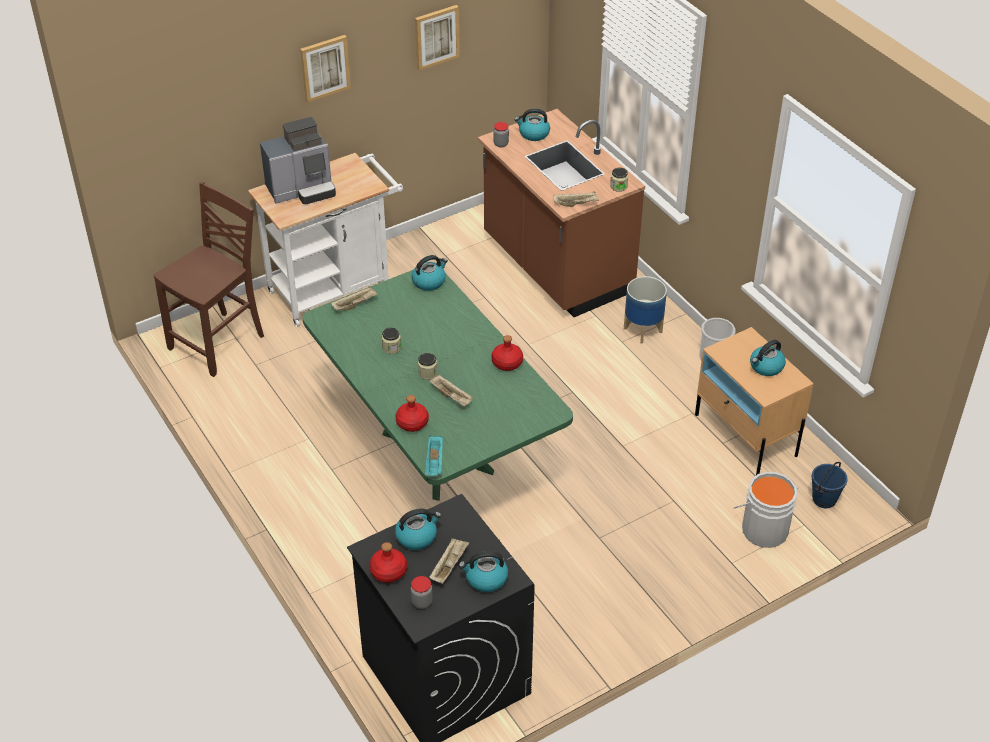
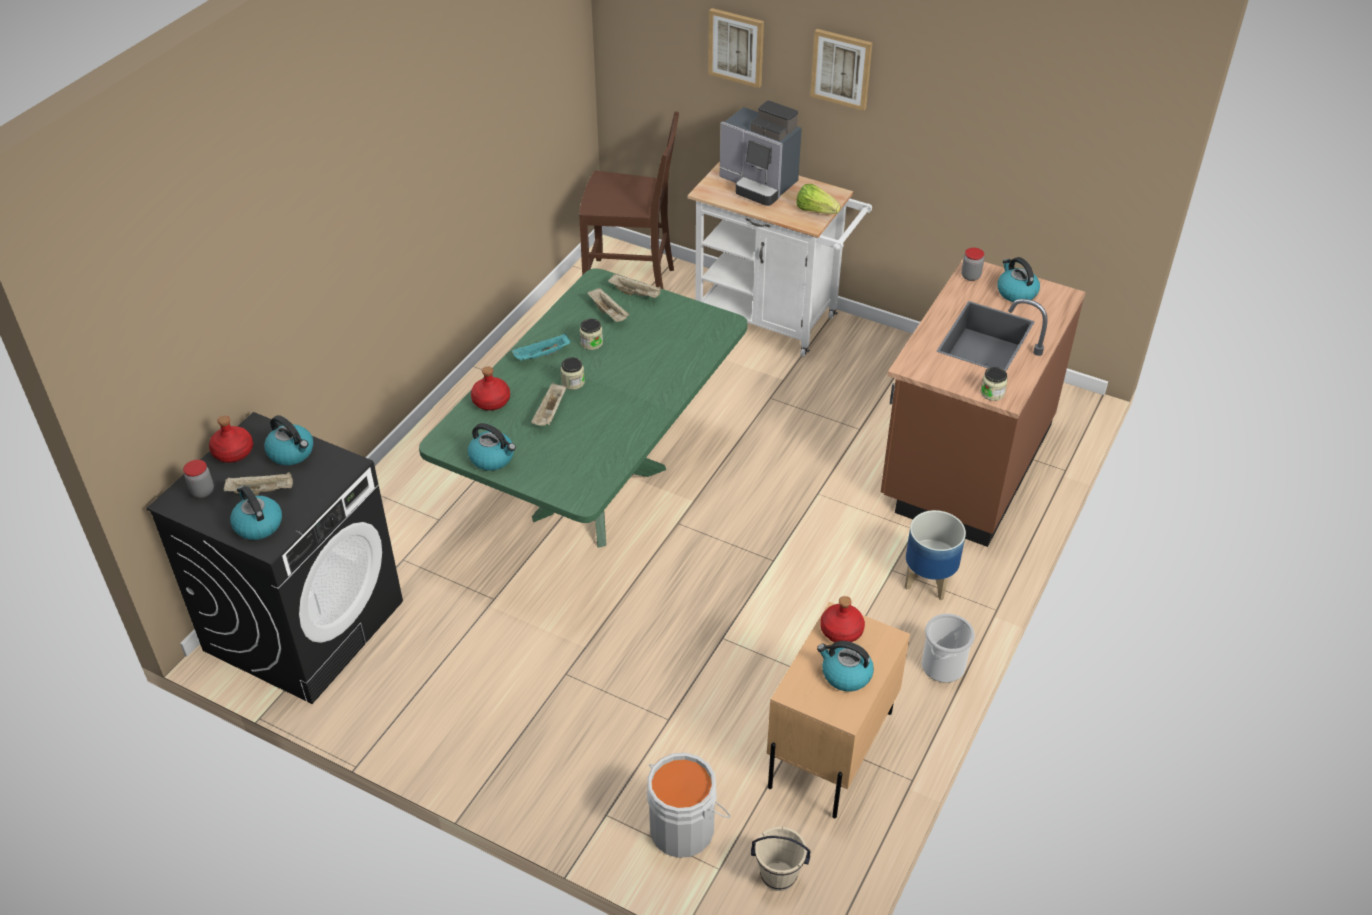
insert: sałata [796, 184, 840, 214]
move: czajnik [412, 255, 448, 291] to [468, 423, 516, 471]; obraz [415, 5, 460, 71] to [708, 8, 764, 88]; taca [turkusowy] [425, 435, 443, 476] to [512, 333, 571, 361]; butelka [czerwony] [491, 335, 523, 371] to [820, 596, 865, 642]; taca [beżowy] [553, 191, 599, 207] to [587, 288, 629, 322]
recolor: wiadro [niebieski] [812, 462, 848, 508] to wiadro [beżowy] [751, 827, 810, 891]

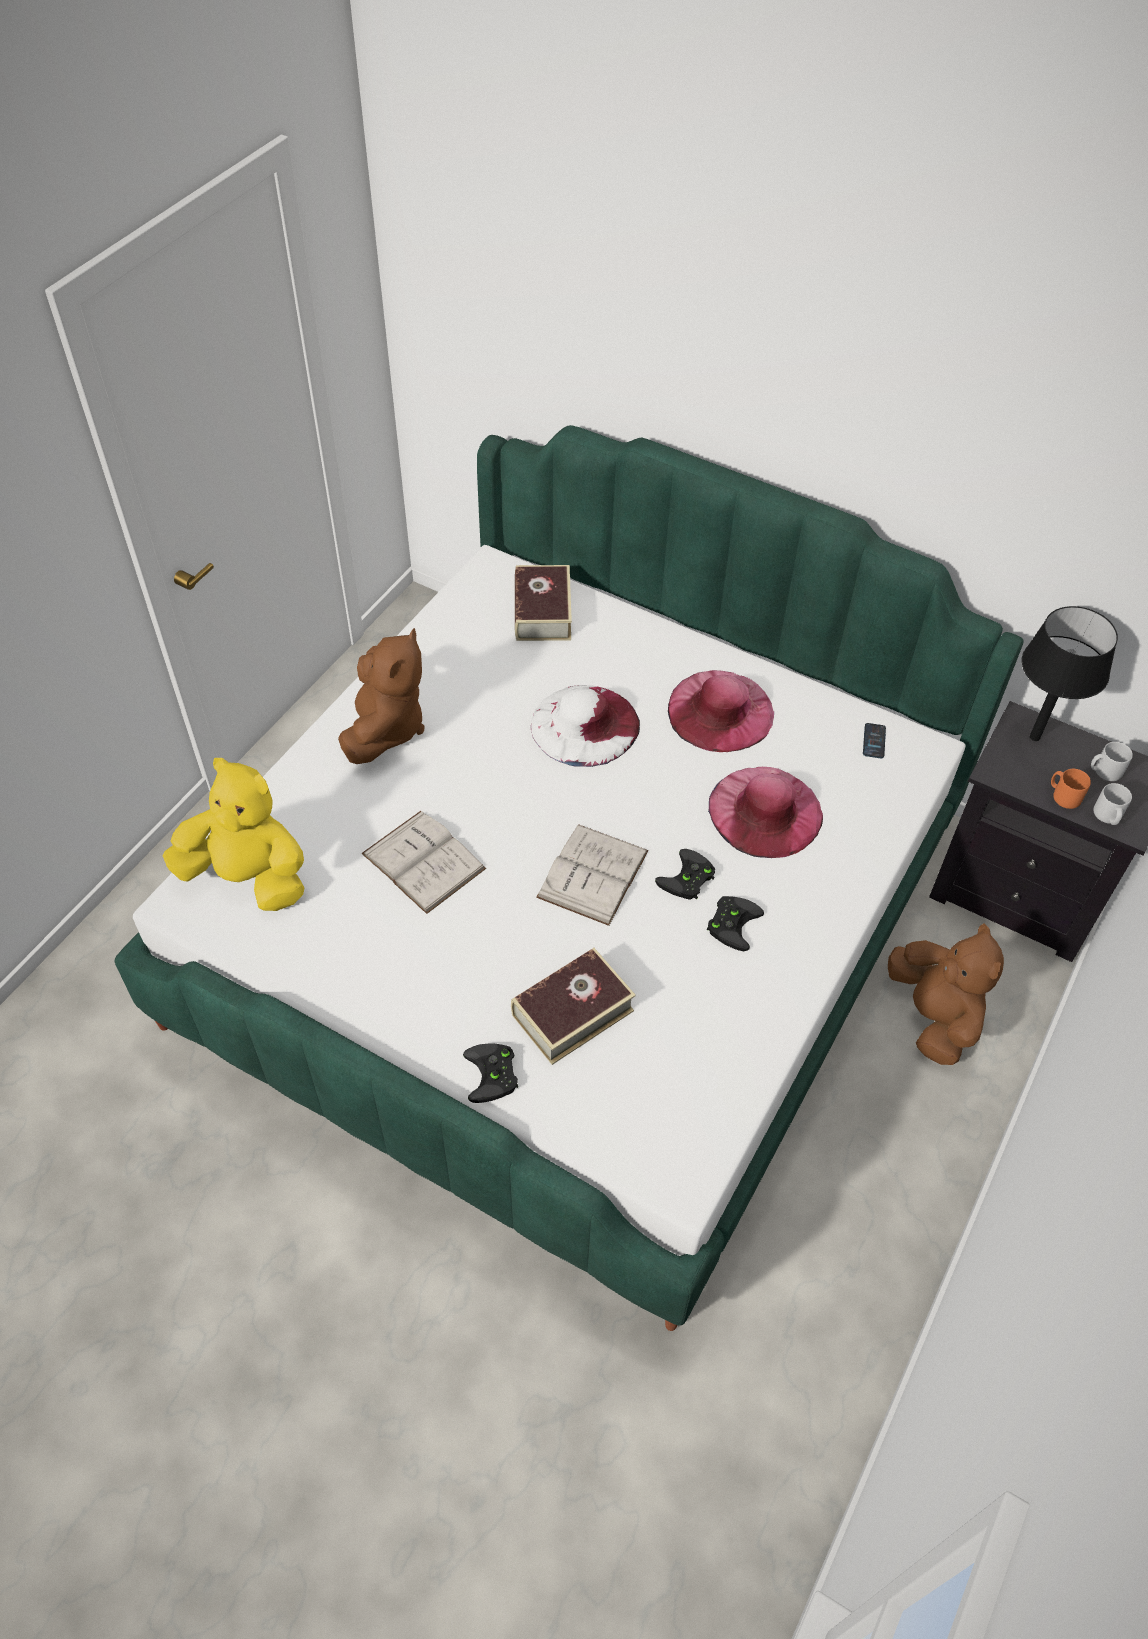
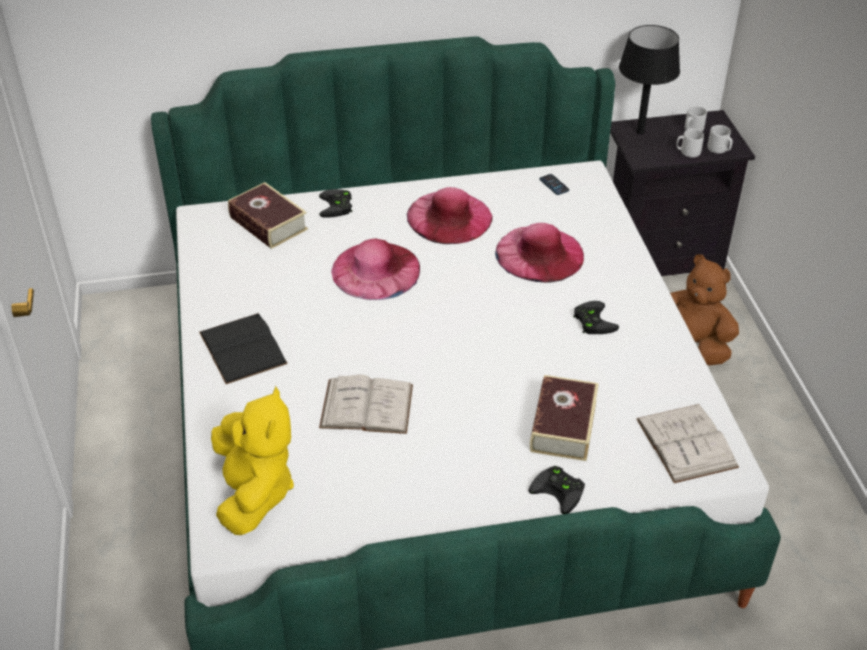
move: książka [biały] [536, 824, 649, 926] to [636, 404, 739, 483]; pad do gier [czarny] [655, 849, 715, 900] to [319, 189, 352, 218]
replace: pluszak [brązowy] [338, 628, 425, 764] to książka [czarny] [199, 313, 288, 384]
recolor: kapelusz [biały] [531, 685, 640, 767] to kapelusz [różowy] [331, 238, 420, 300]; kubek [pomarańczowy] [1051, 769, 1091, 809] to kubek [szary] [676, 129, 704, 158]
rotate: pluszak [żółty] [162, 758, 304, 911] = [211, 386, 294, 535] 105 degrees clockwise

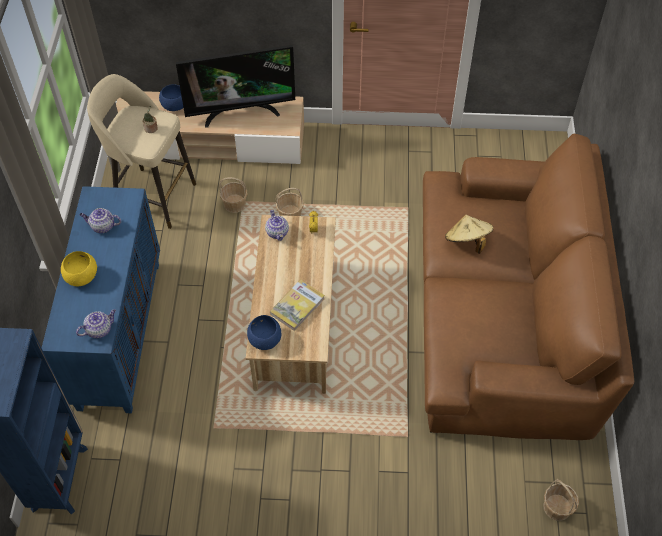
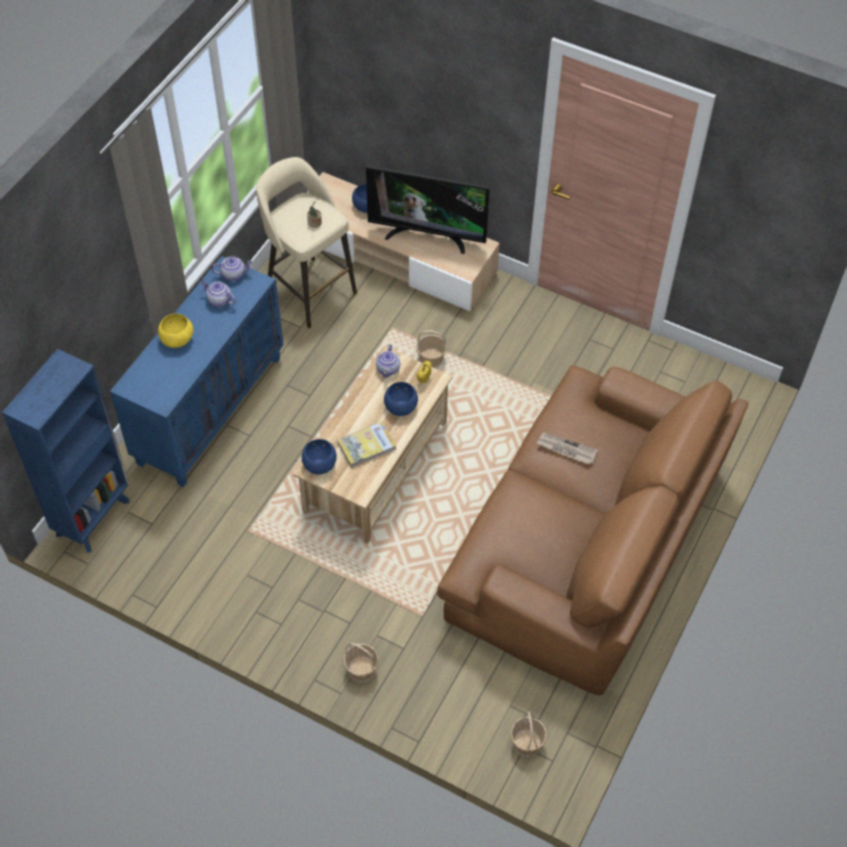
insert: miska [niebieski] [384, 382, 418, 416]
move: imbryk [76, 309, 116, 338] to [212, 256, 252, 281]; koszyk [219, 177, 247, 213] to [344, 642, 379, 683]
replace: kapelusz [beżowy] [445, 214, 494, 254] to gazeta [536, 433, 598, 465]

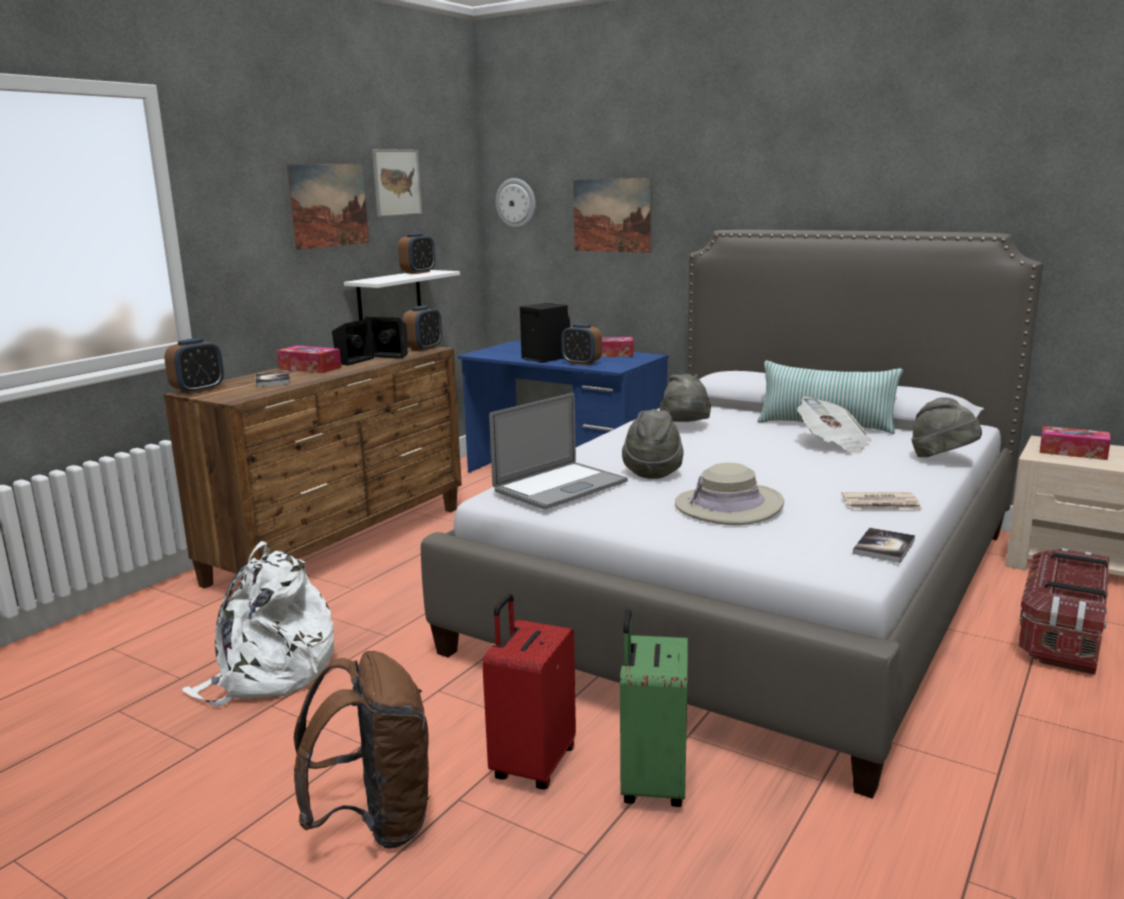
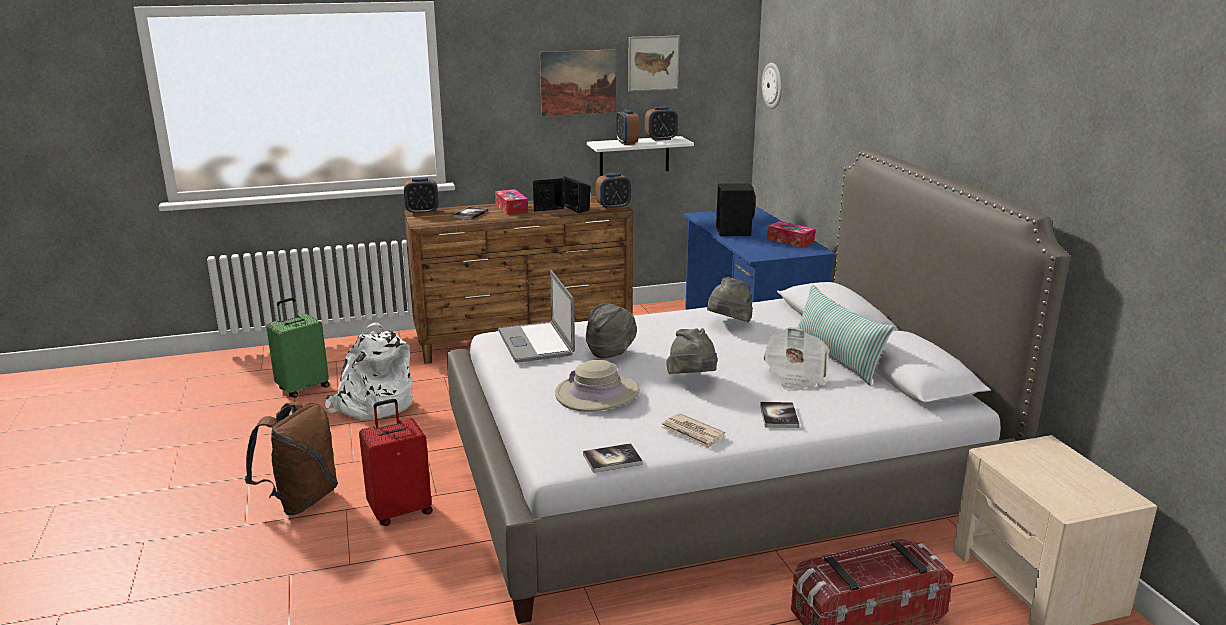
delete: obraz [573, 178, 652, 253]; pudełko chusteczek [1040, 426, 1111, 460]
insert: książka [760, 402, 799, 428]
move: budzik [561, 324, 602, 366] to [616, 109, 639, 145]; walizka [zielony] [620, 609, 688, 807] to [266, 298, 329, 398]; kapelusz [szary] [911, 397, 982, 457] to [666, 328, 718, 374]
rotate: laptop [489, 393, 628, 510] = [498, 270, 575, 363] 75 degrees clockwise

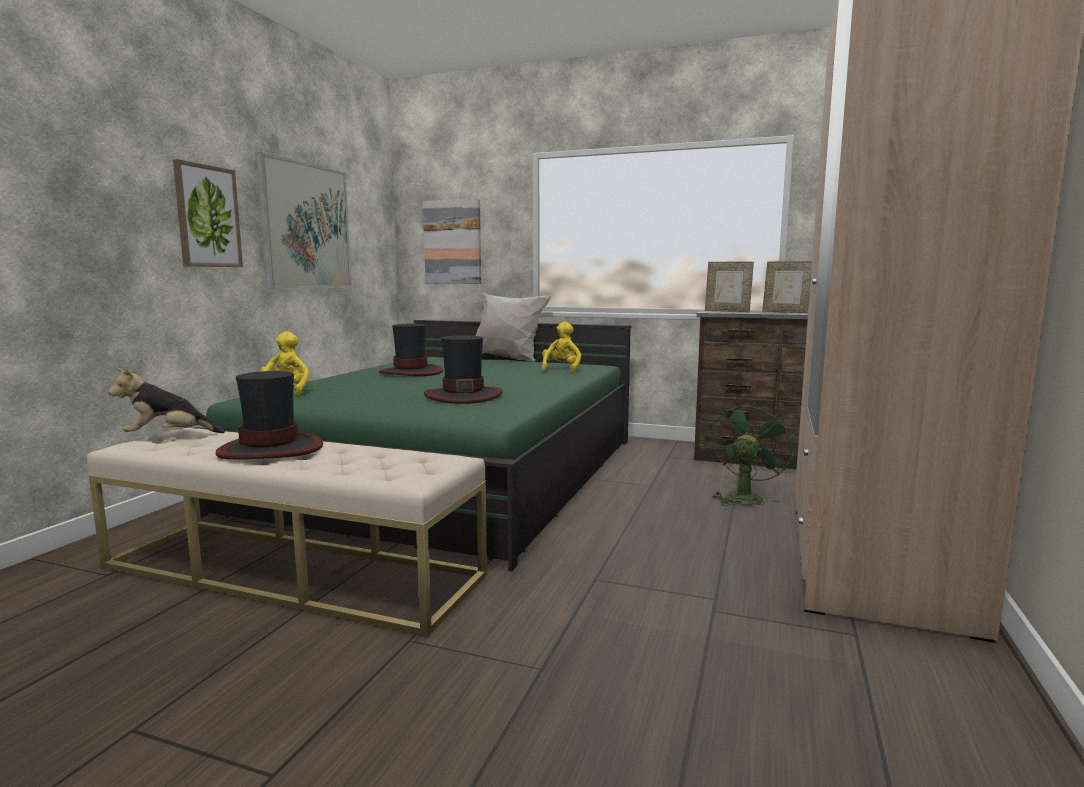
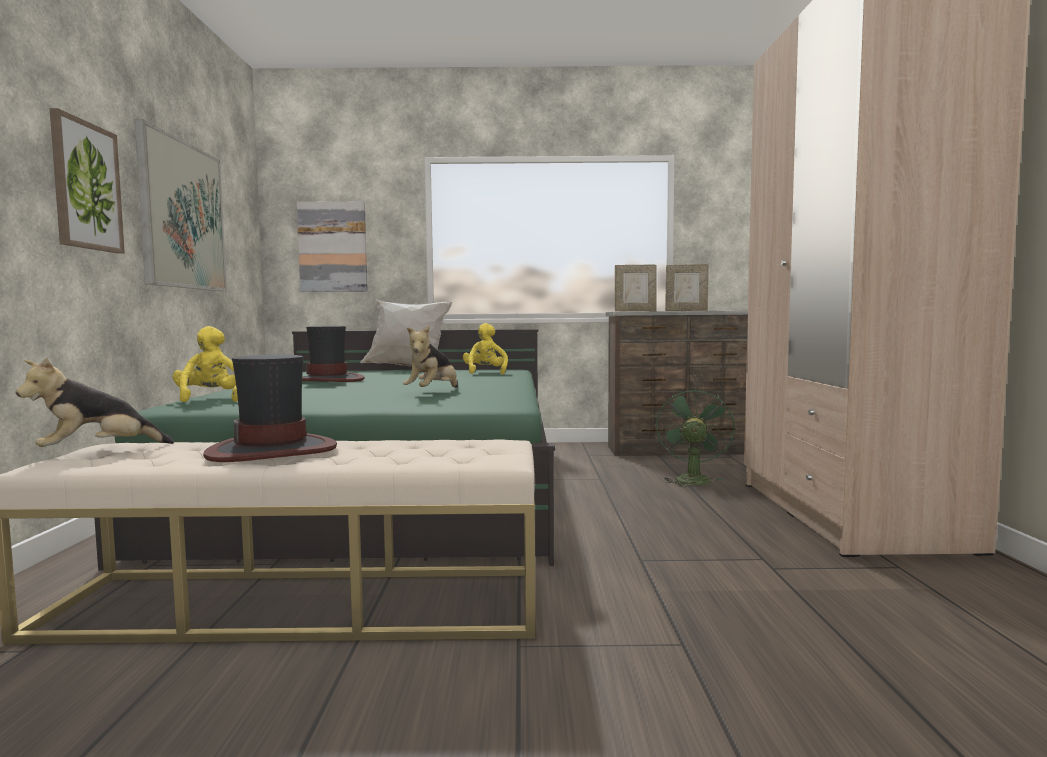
replace: kapelusz [424, 336, 502, 404] to pluszak [403, 325, 458, 388]

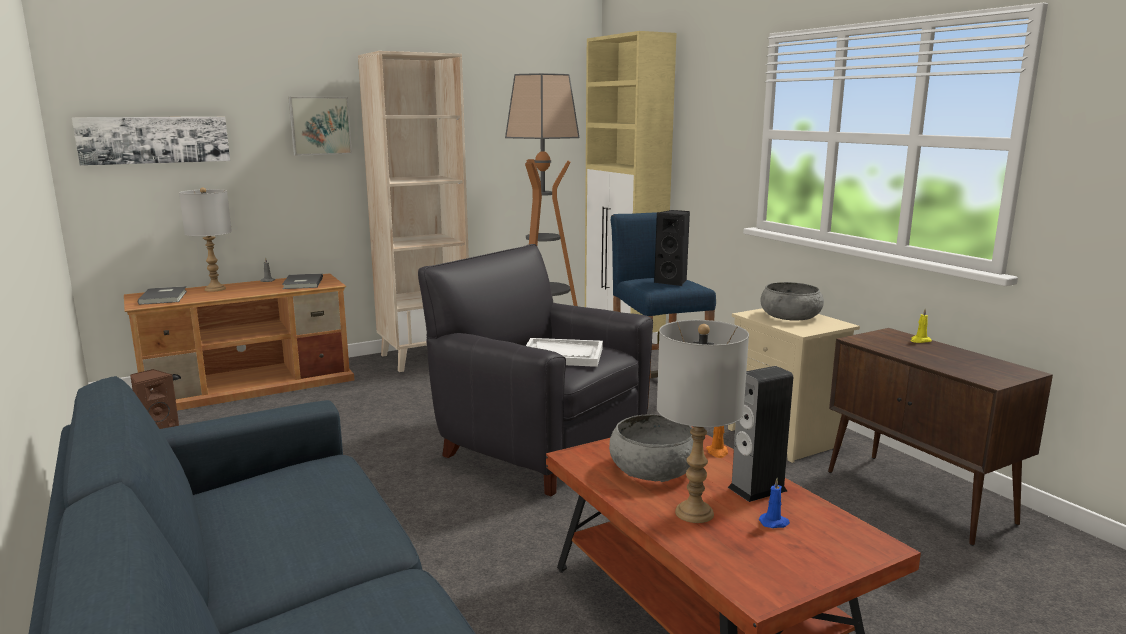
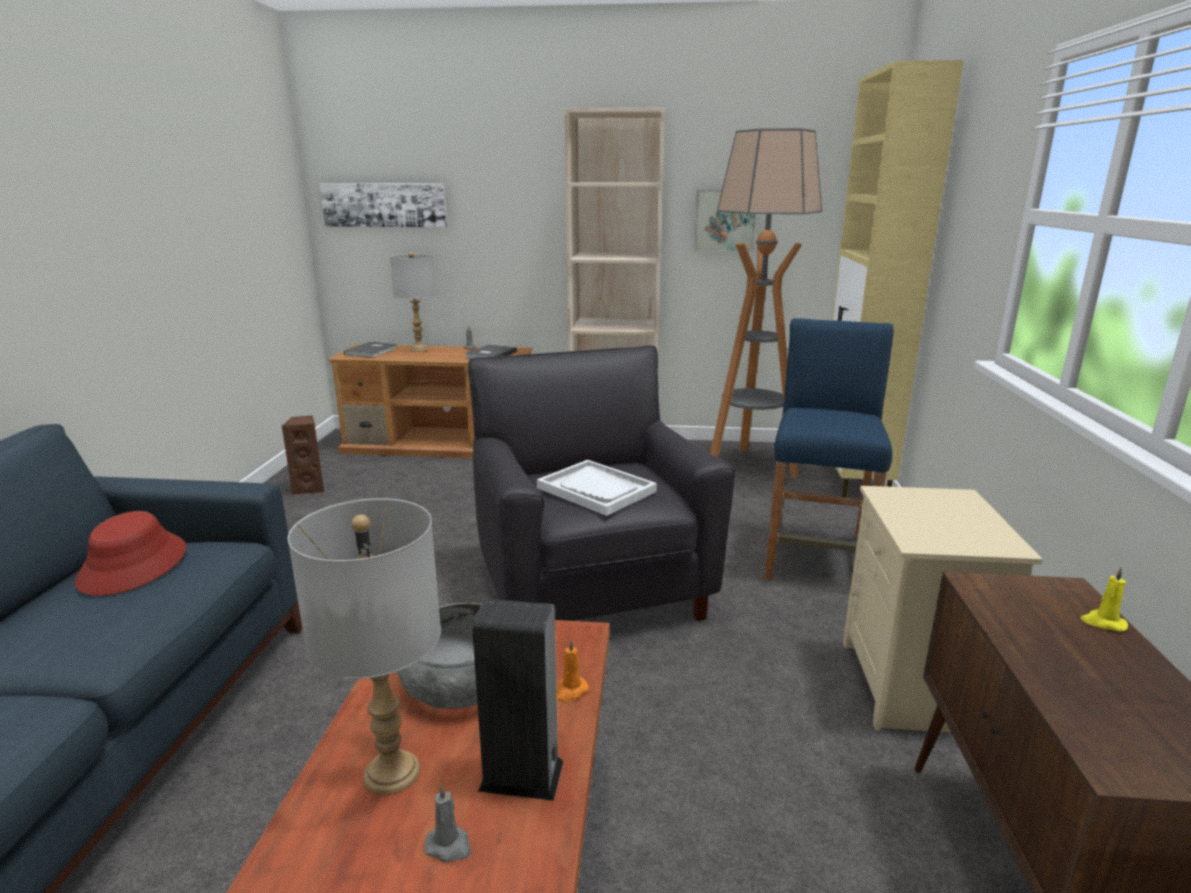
delete: głośnik [czarny] [654, 210, 690, 286]; miska [szary] [760, 282, 824, 320]
insert: kapelusz [czerwony] [75, 511, 186, 596]
move: obraz [288, 97, 352, 156] to [694, 190, 757, 252]
recolor: świeca [niebieski] [759, 478, 790, 528] to świeca [szary] [424, 784, 471, 862]

